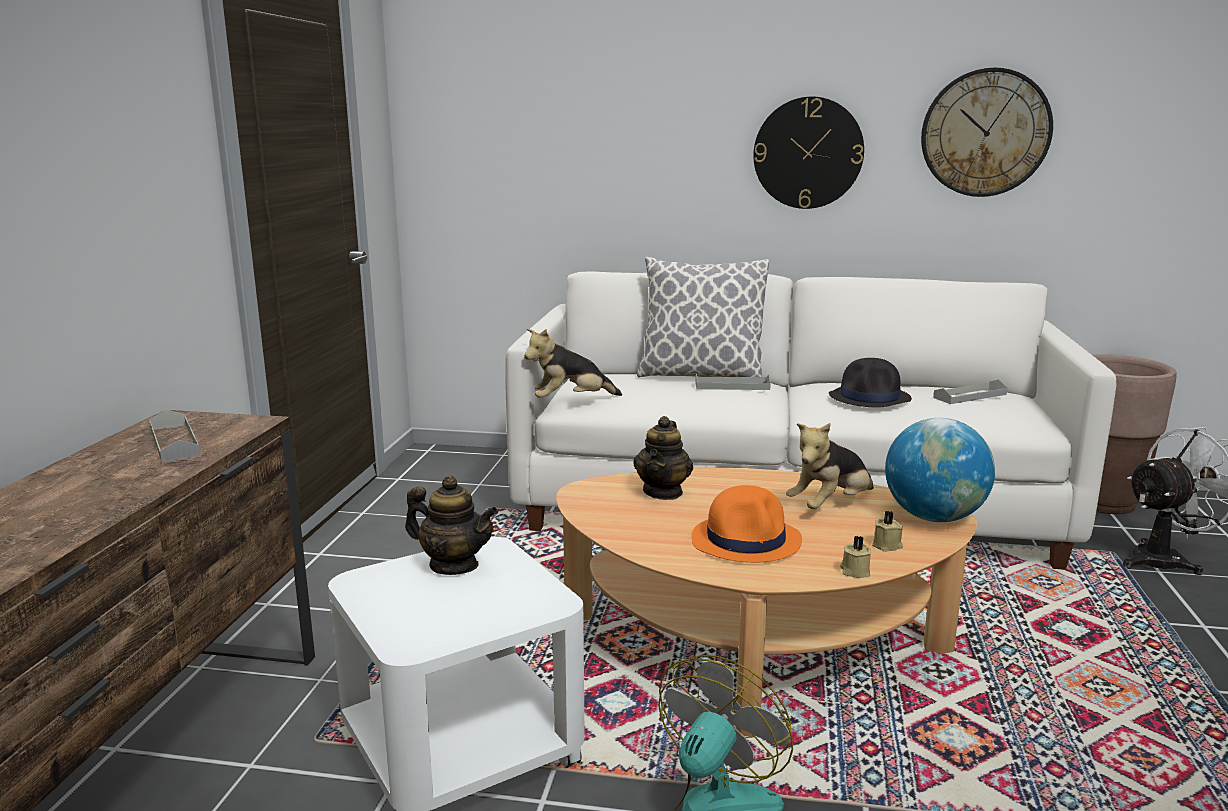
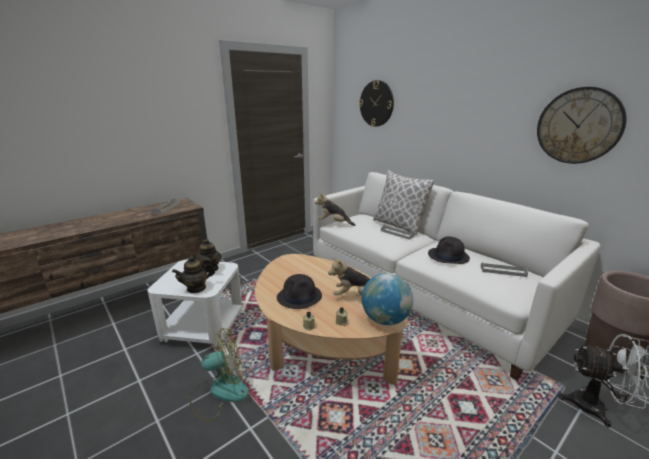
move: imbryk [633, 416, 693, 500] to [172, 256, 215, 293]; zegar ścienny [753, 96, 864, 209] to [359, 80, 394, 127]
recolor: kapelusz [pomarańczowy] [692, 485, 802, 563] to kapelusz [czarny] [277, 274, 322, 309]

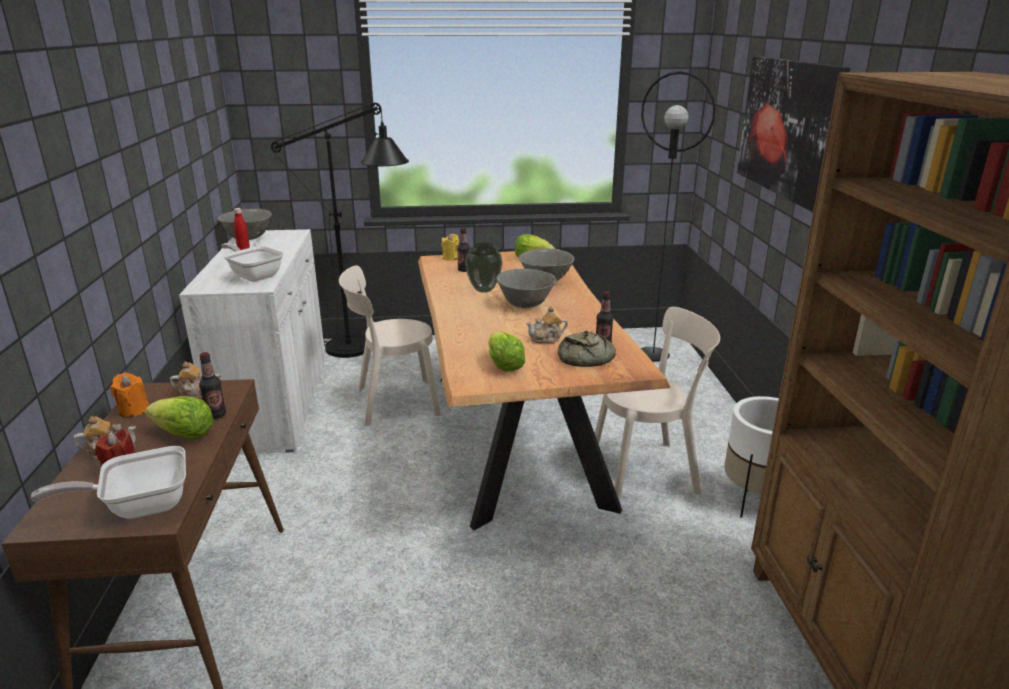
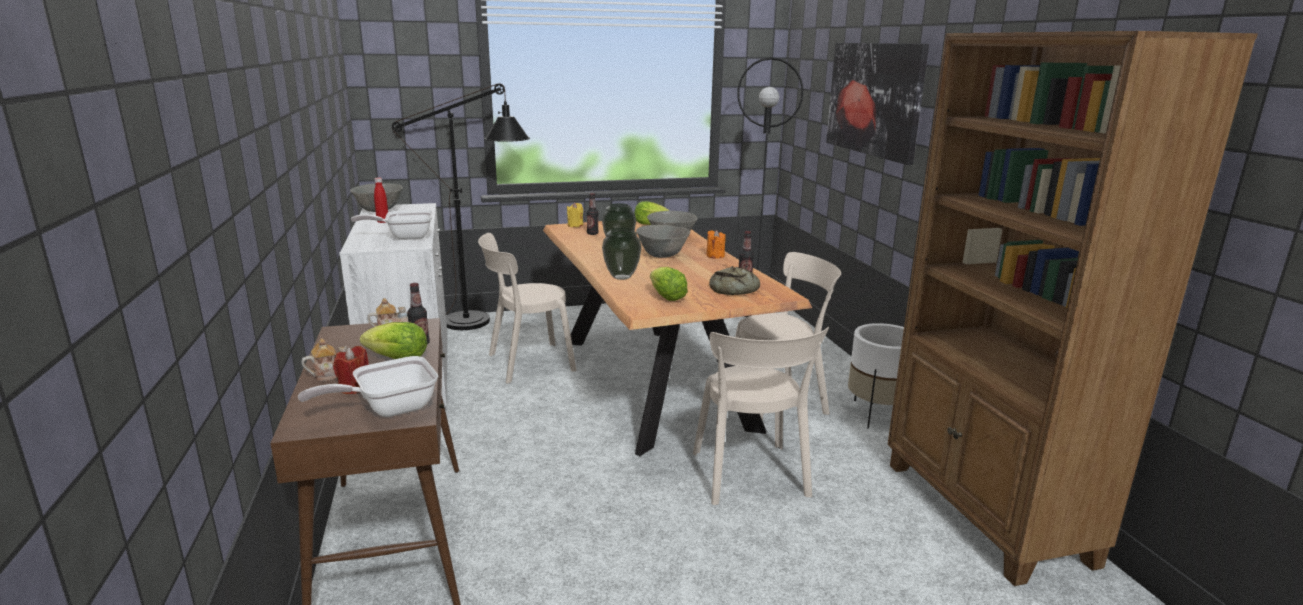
delete: imbryk [526, 306, 568, 343]
insert: wazon [602, 227, 642, 280]; krzesło [beżowy] [693, 327, 829, 505]
move: świeca [pomarańczowy] [110, 373, 149, 417] to [707, 230, 726, 259]
rotate: patelnia [221, 243, 284, 282] = [351, 210, 433, 240] 45 degrees counterclockwise

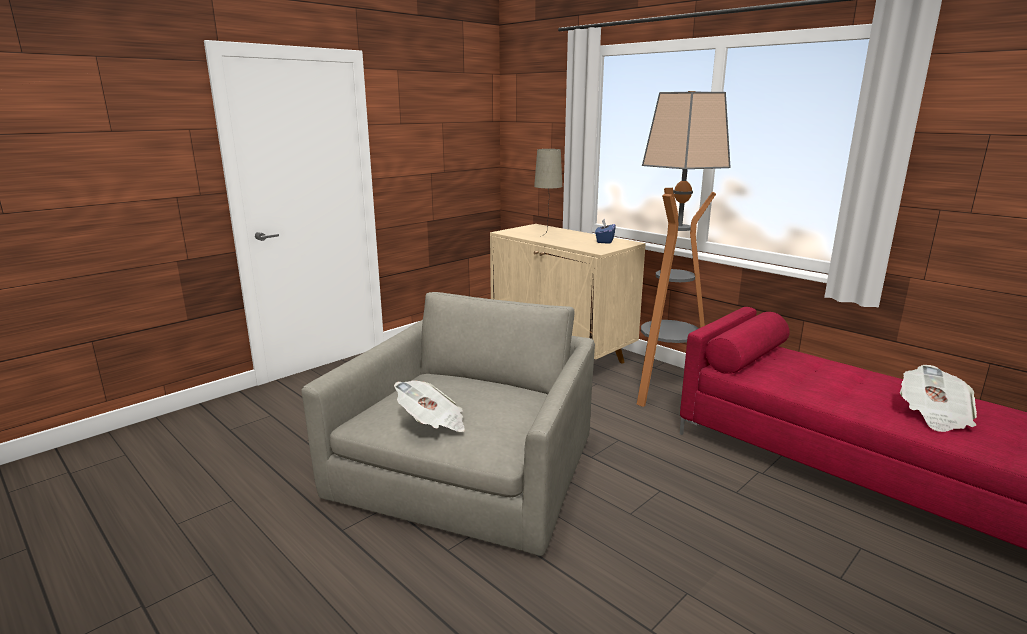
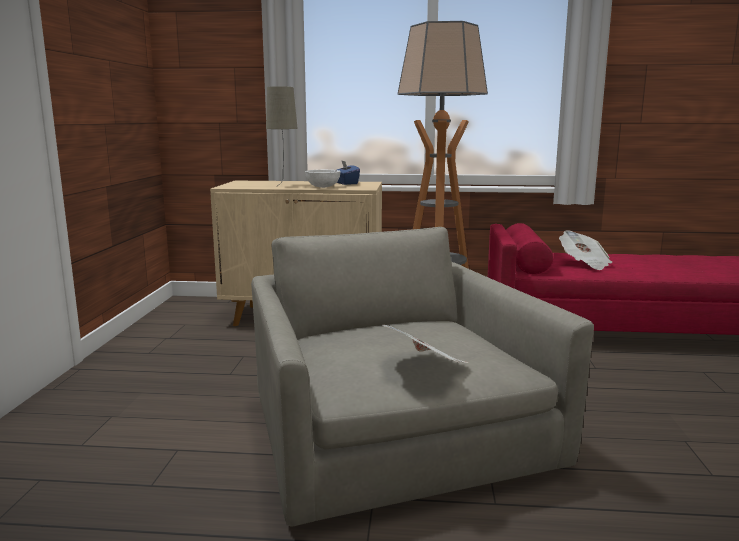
insert: miska [biały] [305, 170, 341, 188]
move: gazeta [900, 365, 977, 432] to [559, 230, 612, 270]

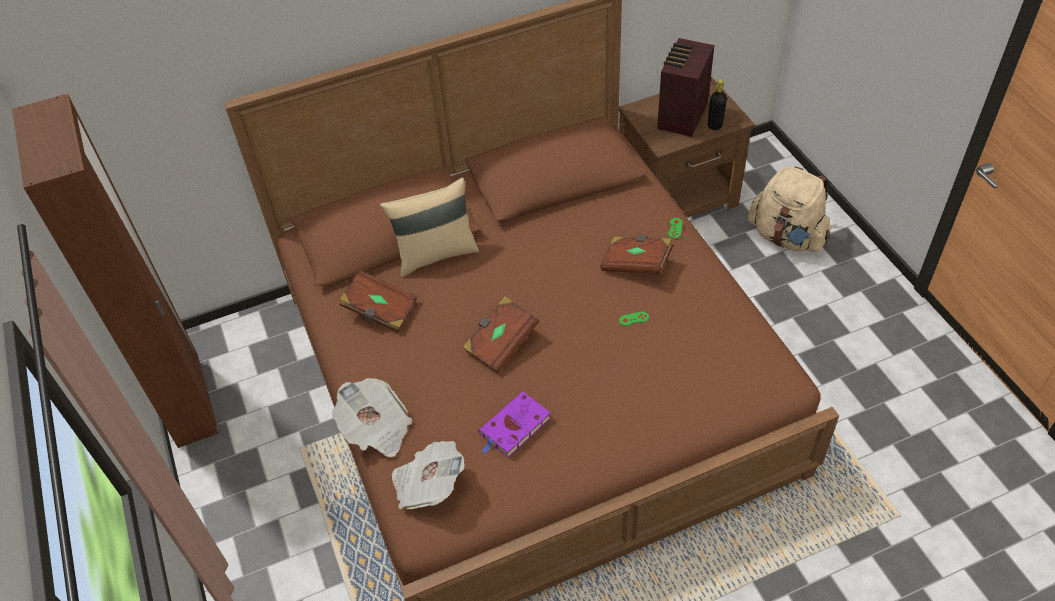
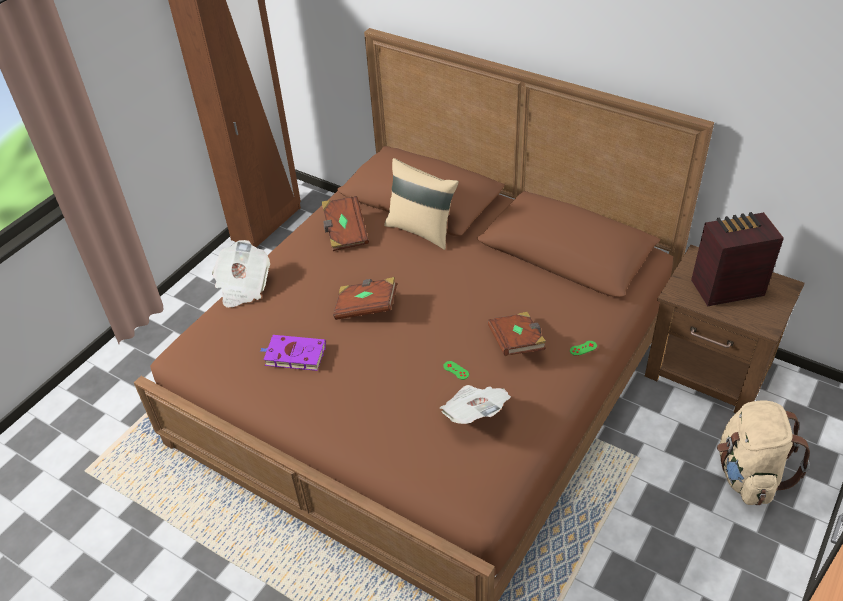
delete: butelka [czarny] [708, 79, 727, 130]
move: gazeta [392, 441, 464, 509] to [440, 385, 511, 424]

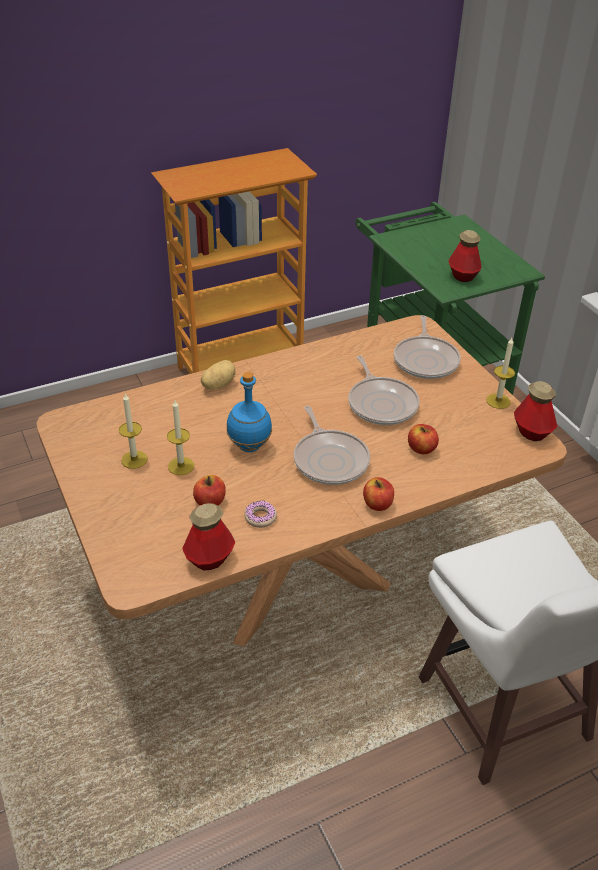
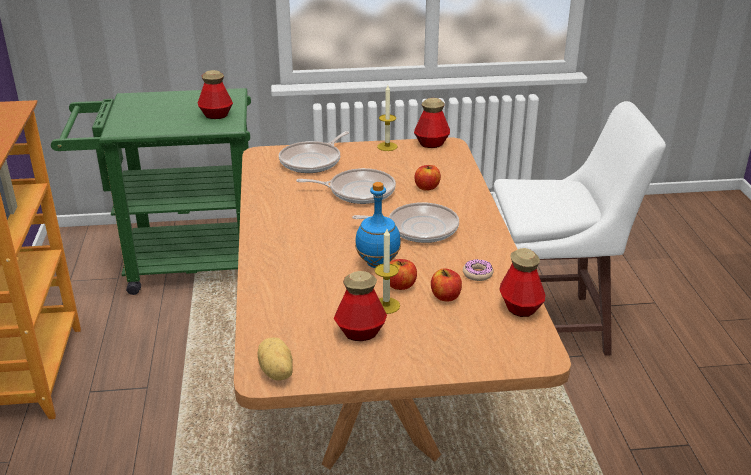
move: ziemniak [201, 360, 236, 390] to [257, 337, 293, 381]; jabłko [363, 477, 394, 511] to [390, 259, 417, 290]
replace: świeca [119, 394, 148, 469] to butelka [334, 271, 387, 341]
rotate: patelnia [394, 315, 461, 379] = [279, 131, 349, 173] 105 degrees clockwise

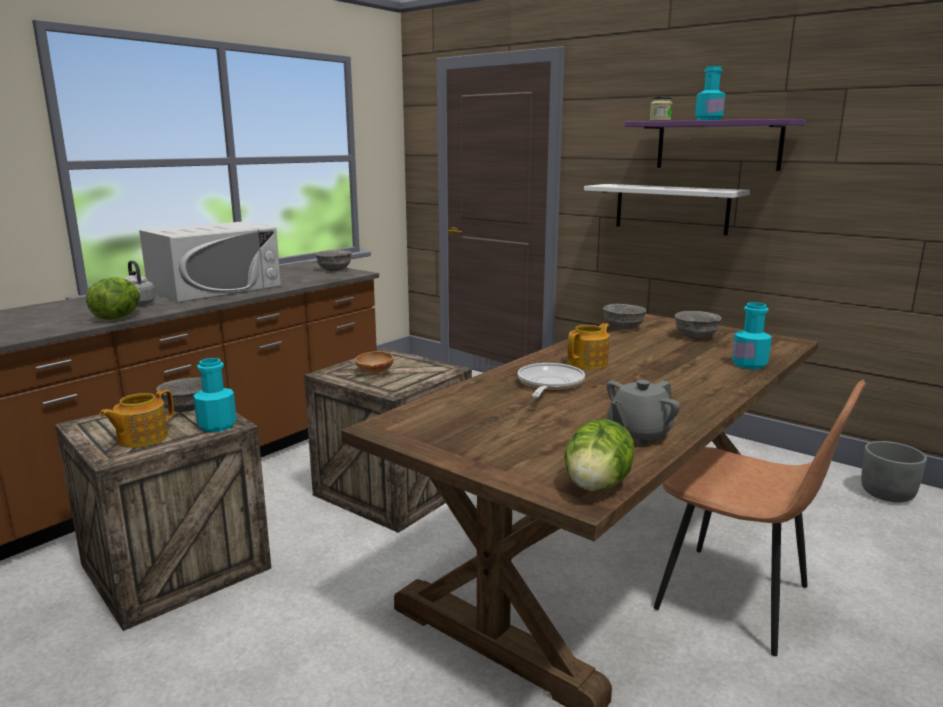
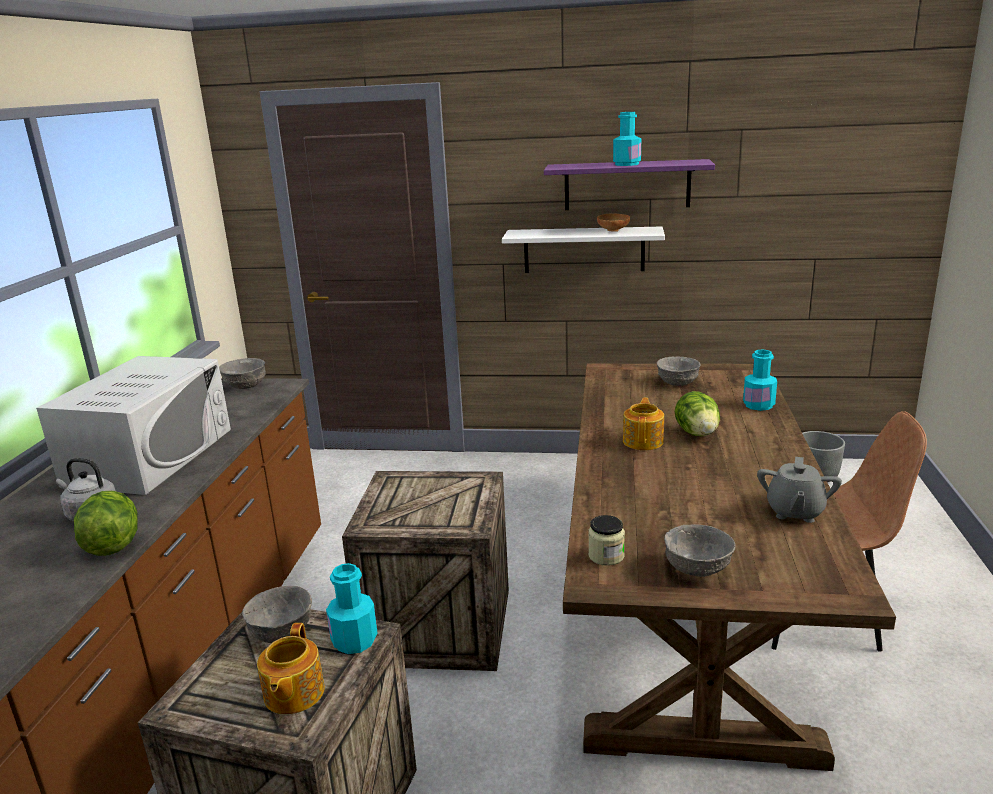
delete: patelnia [517, 363, 585, 398]
move: miska [brązowy] [355, 351, 394, 375] to [597, 214, 630, 232]; sałata [564, 420, 635, 491] to [674, 391, 720, 436]; miska [szary] [603, 304, 647, 329] to [664, 524, 735, 577]; słoik [649, 97, 673, 121] to [588, 515, 625, 566]

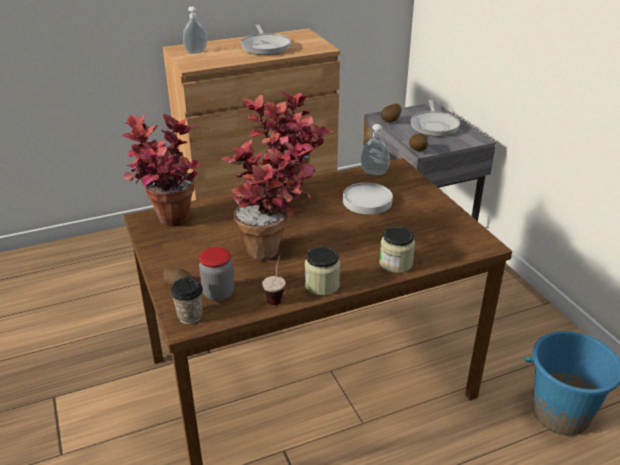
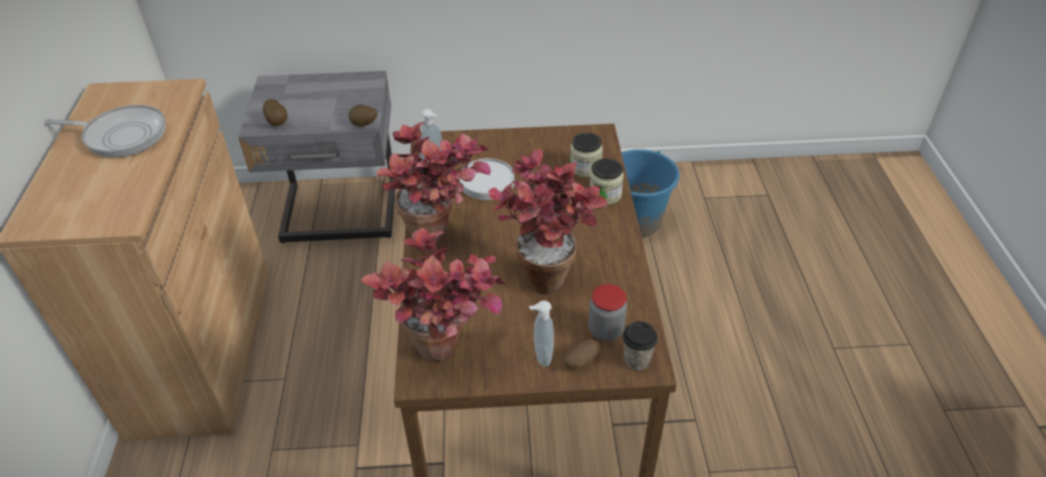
delete: filiżanka [262, 252, 285, 305]; patelnia [411, 100, 460, 136]
move: dozownik mydła [183, 7, 207, 54] to [529, 301, 554, 367]; słoik [305, 247, 340, 296] to [570, 132, 603, 177]

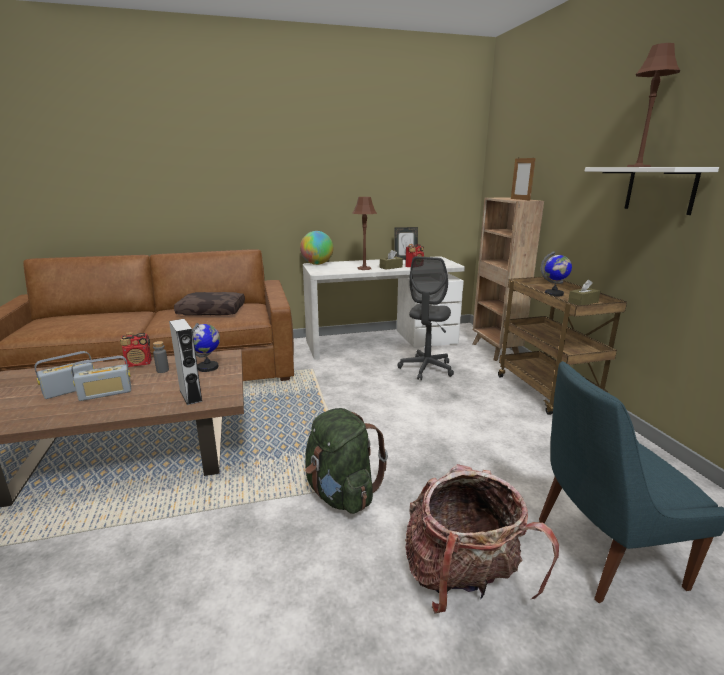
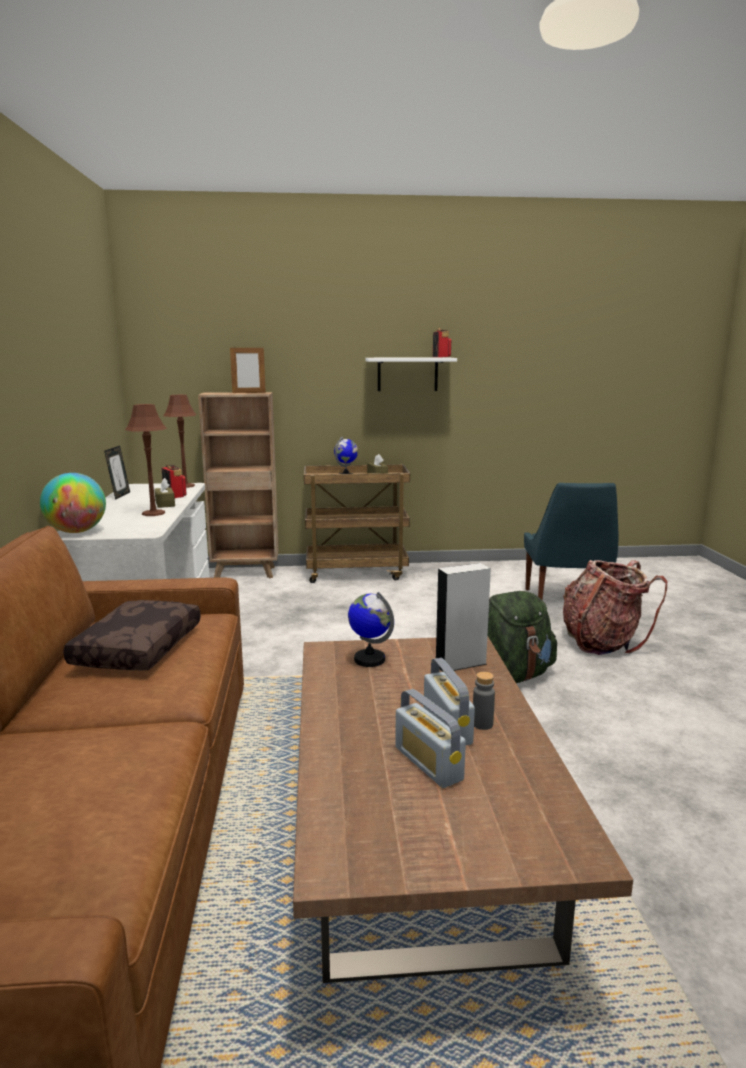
delete: krzesło biurowe [szary] [398, 256, 454, 380]
move: radio [120, 332, 152, 367] to [433, 328, 451, 357]; butelka [szary] [153, 341, 169, 373] to [473, 672, 495, 730]; lampa stołowa [brązowy] [627, 43, 680, 167] to [163, 395, 197, 488]

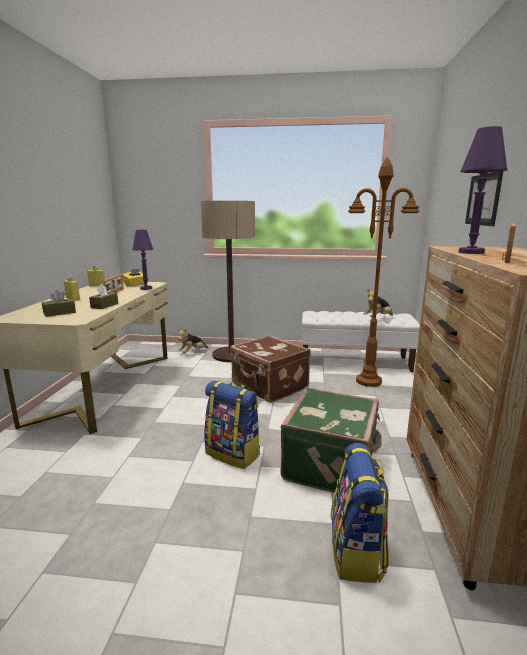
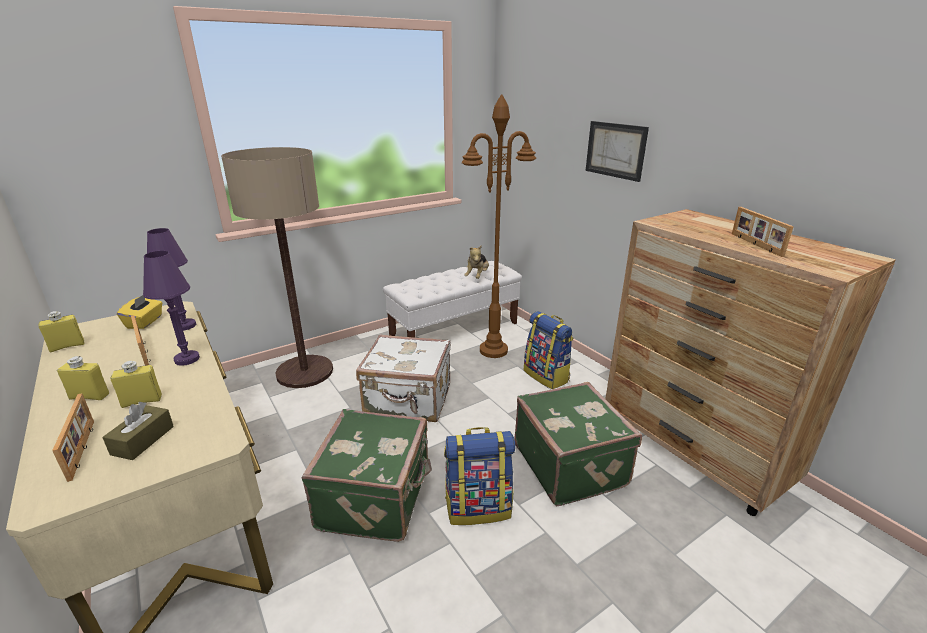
delete: pudełko chusteczek [brązowy] [89, 284, 118, 309]; pluszak [177, 329, 208, 354]
insert: ramka na zdjęcie [52, 393, 94, 482]; butelka [żółty] [110, 361, 162, 408]; walizka [zielony] [301, 409, 432, 542]
move: plecak [331, 443, 389, 583] to [524, 311, 574, 389]; lampa stołowa [fioletowy] [459, 126, 508, 254] to [143, 251, 200, 366]
recolor: walizka [brązowy] [230, 335, 310, 403] to walizka [biały] [356, 334, 451, 422]

